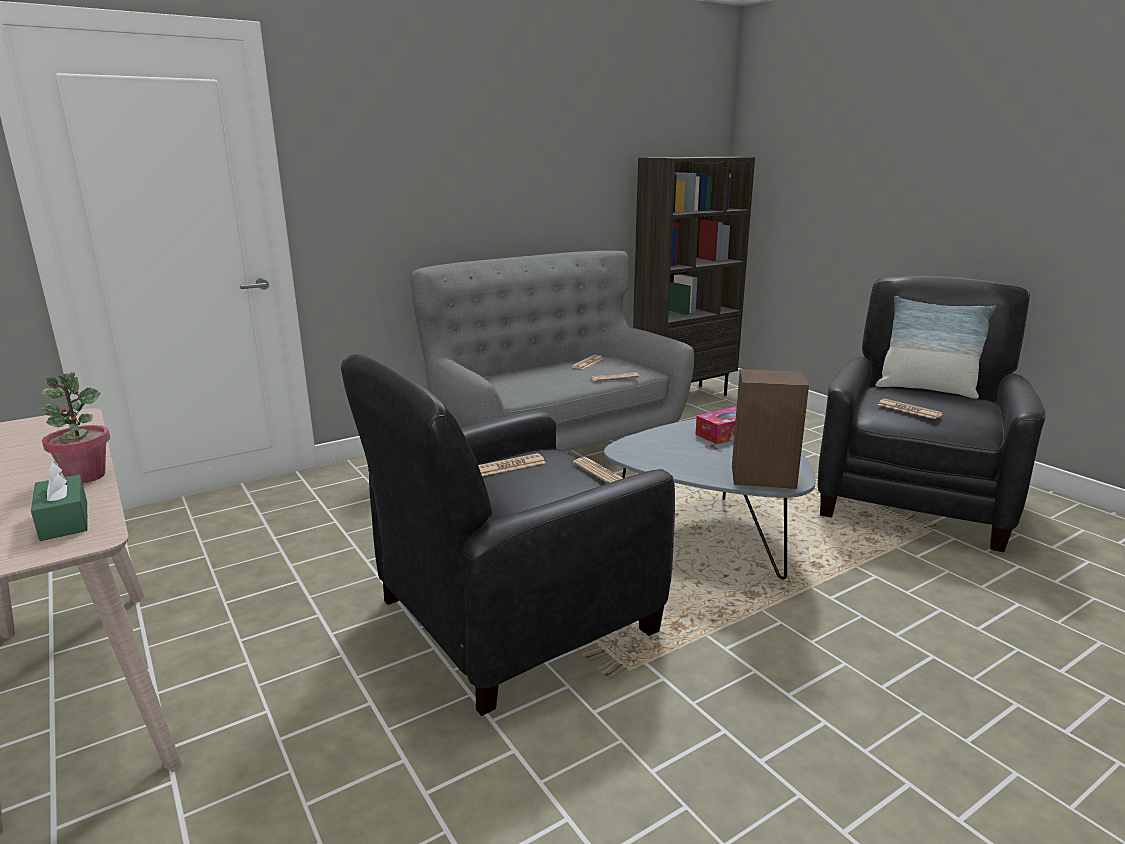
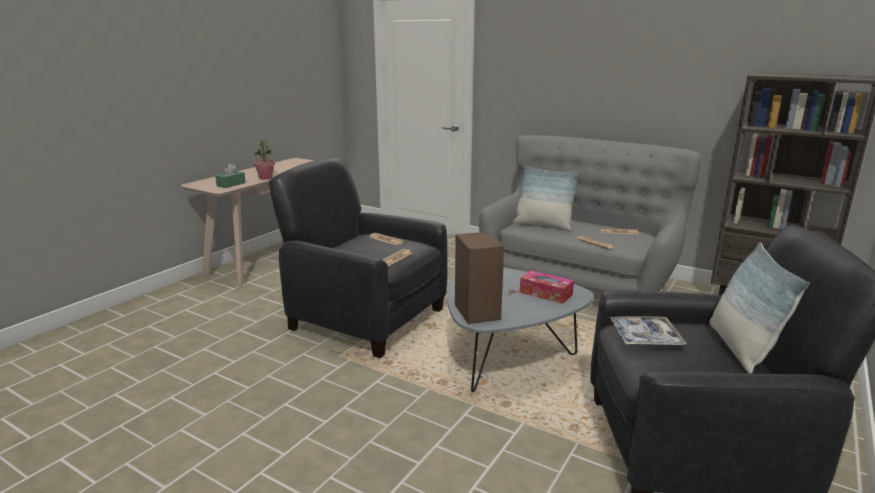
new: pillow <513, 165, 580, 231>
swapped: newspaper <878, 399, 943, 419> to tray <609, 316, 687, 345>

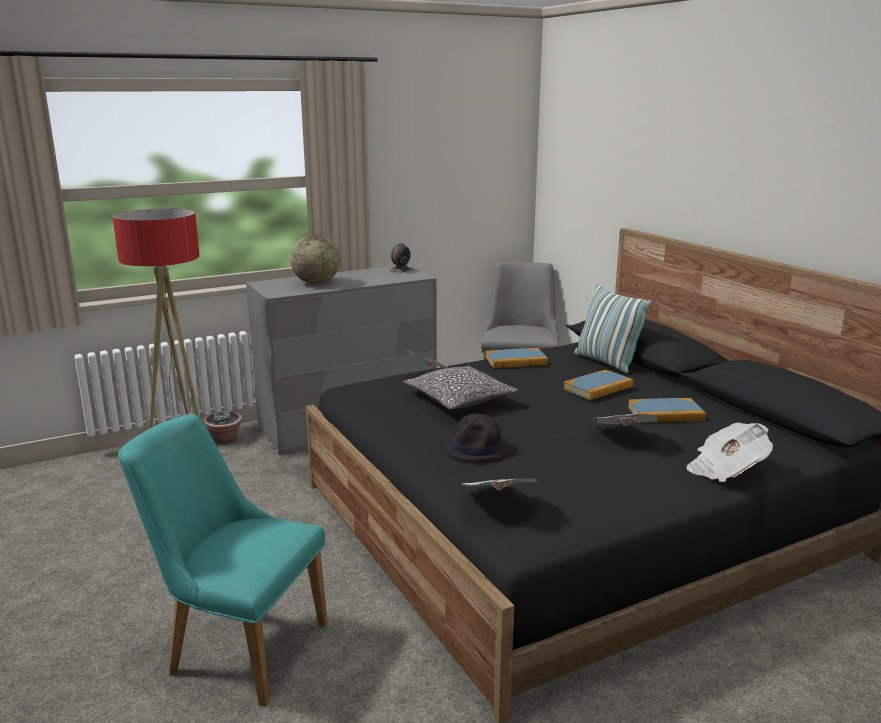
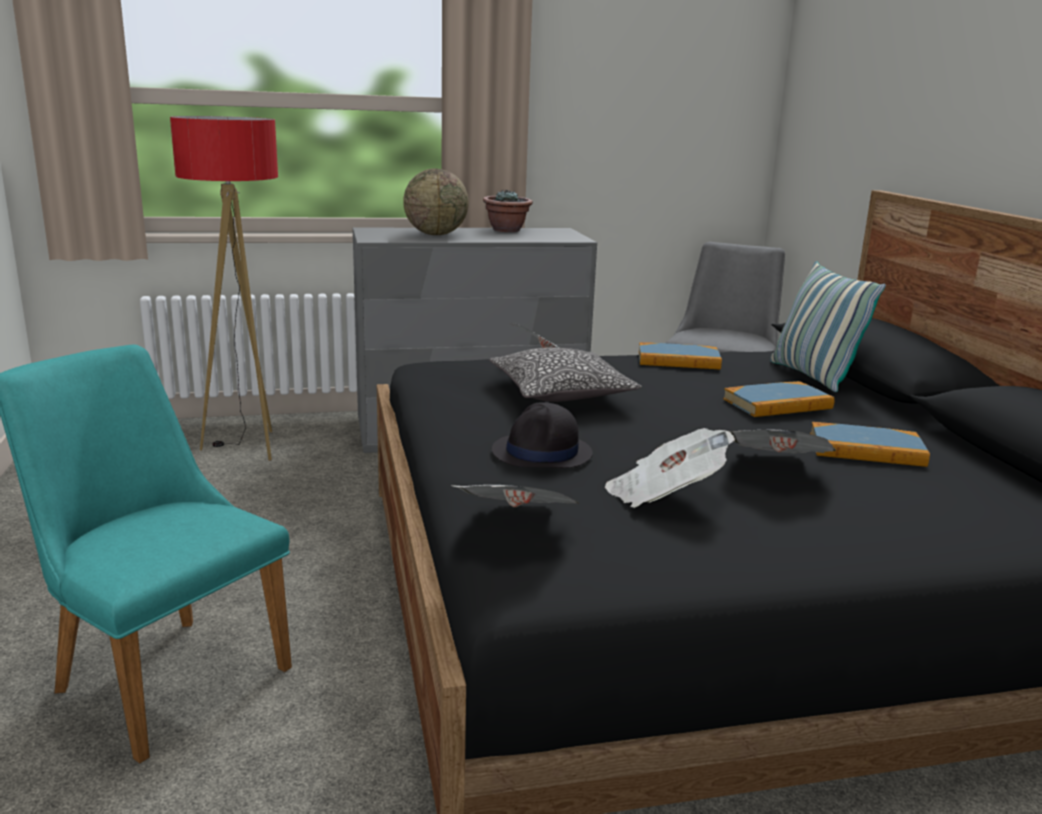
gone: alarm clock <390, 243, 412, 273>
shifted: potted plant <203, 410, 242, 444> to <483, 189, 533, 232>; newspaper <686, 422, 773, 482> to <605, 428, 735, 508>

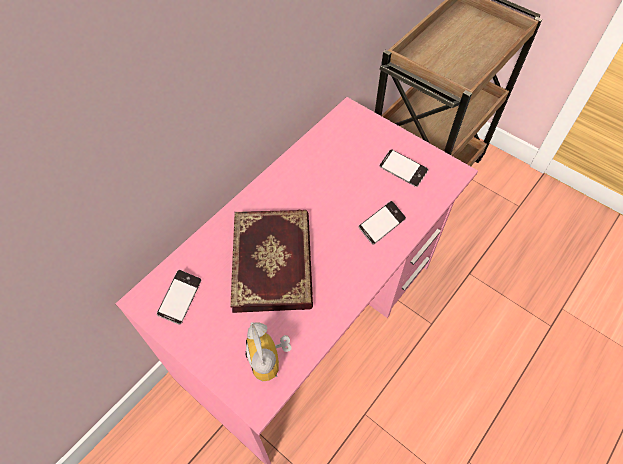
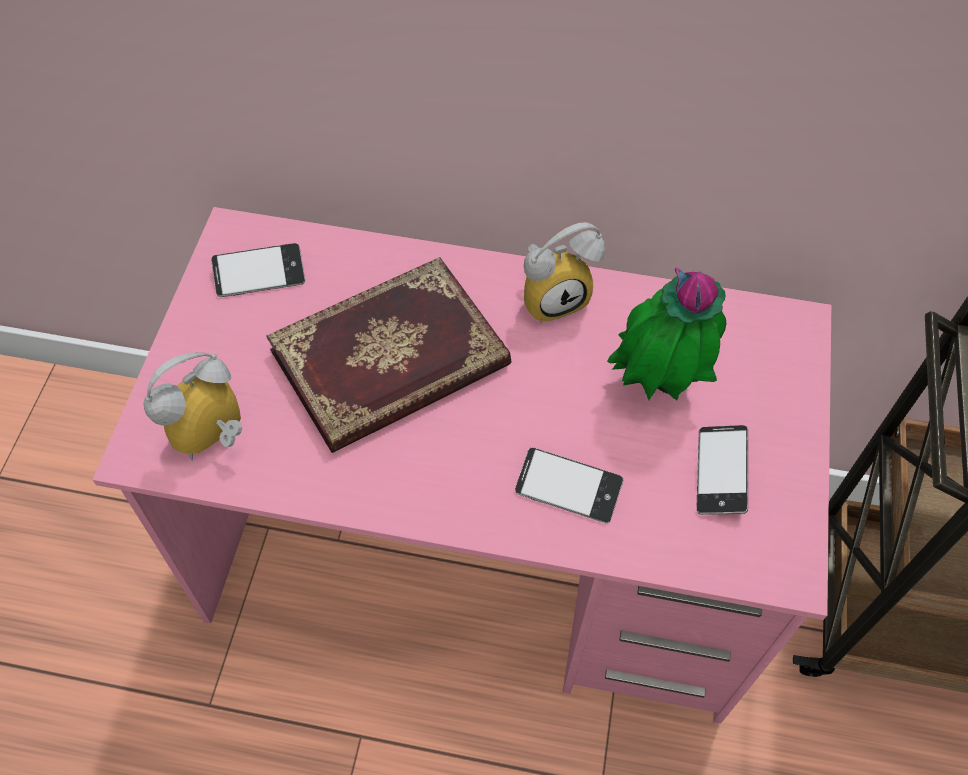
new: alarm clock <524, 222, 605, 323>; potted plant <607, 267, 726, 400>

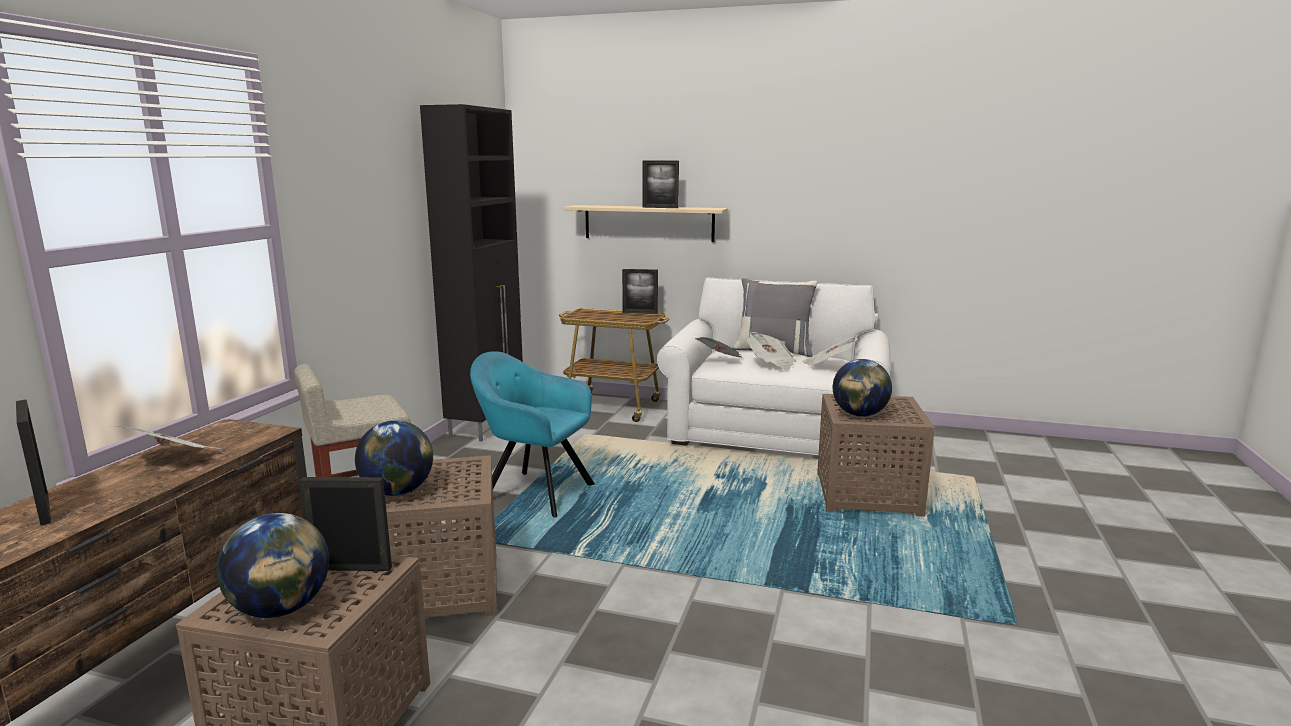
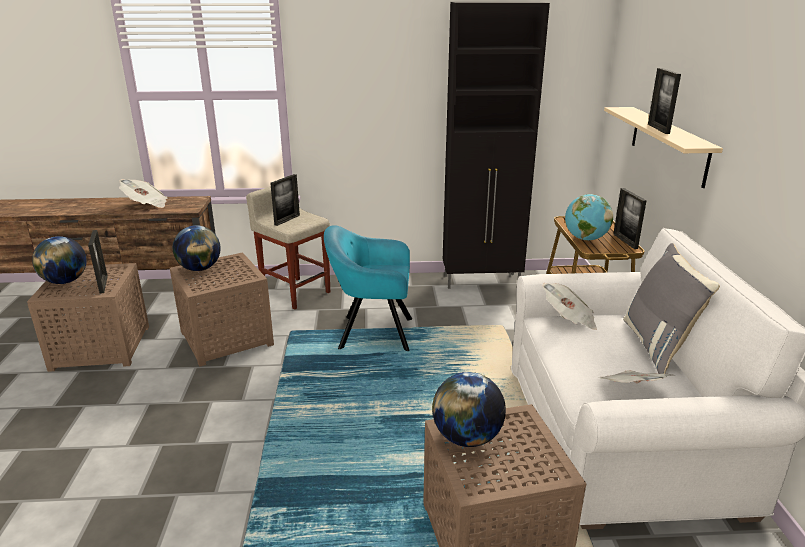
gone: newspaper <747, 332, 796, 370>
new: globe <565, 194, 613, 240>
shifted: picture frame <16, 399, 52, 525> to <270, 174, 300, 226>
rotated: armchair in turquoise <470, 351, 595, 518> = <324, 225, 412, 351> 90 degrees counterclockwise

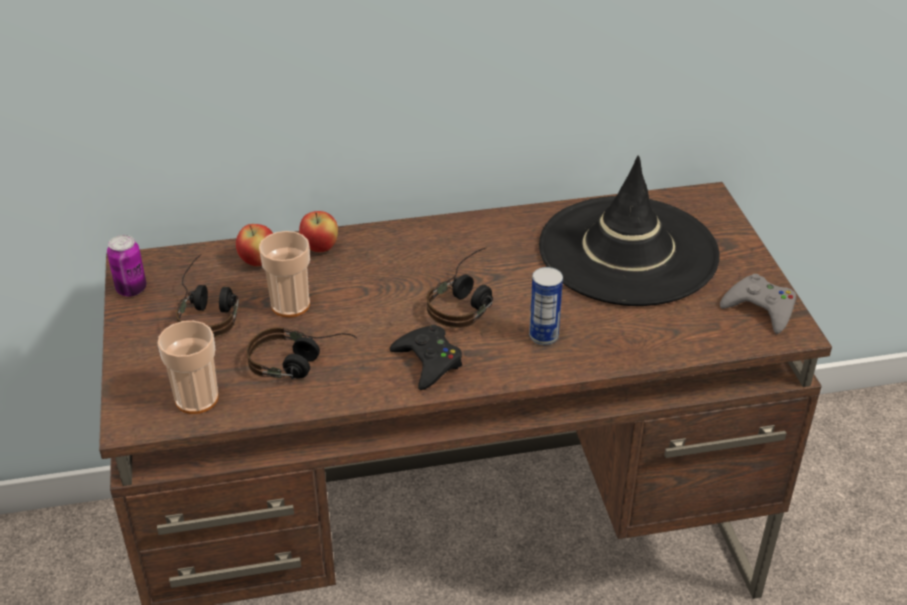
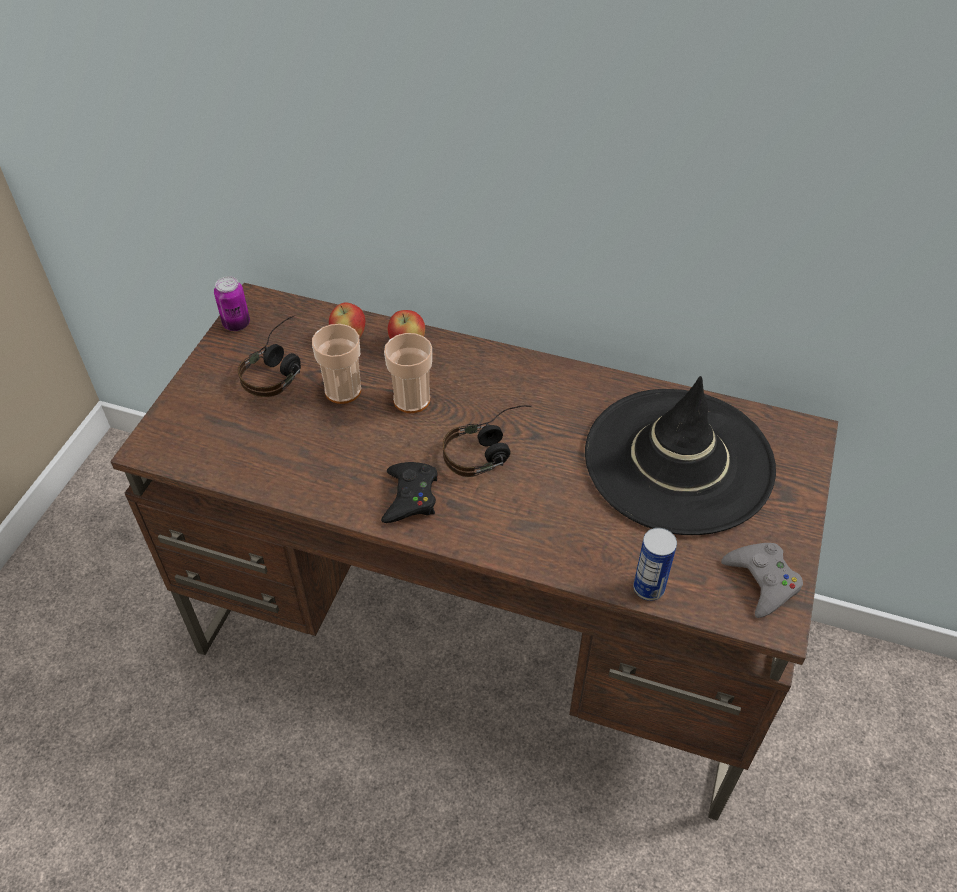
gone: headphones <247, 327, 357, 379>
shifted: can <529, 267, 563, 345> to <633, 528, 677, 601>; cup <157, 321, 219, 414> to <384, 333, 432, 413>

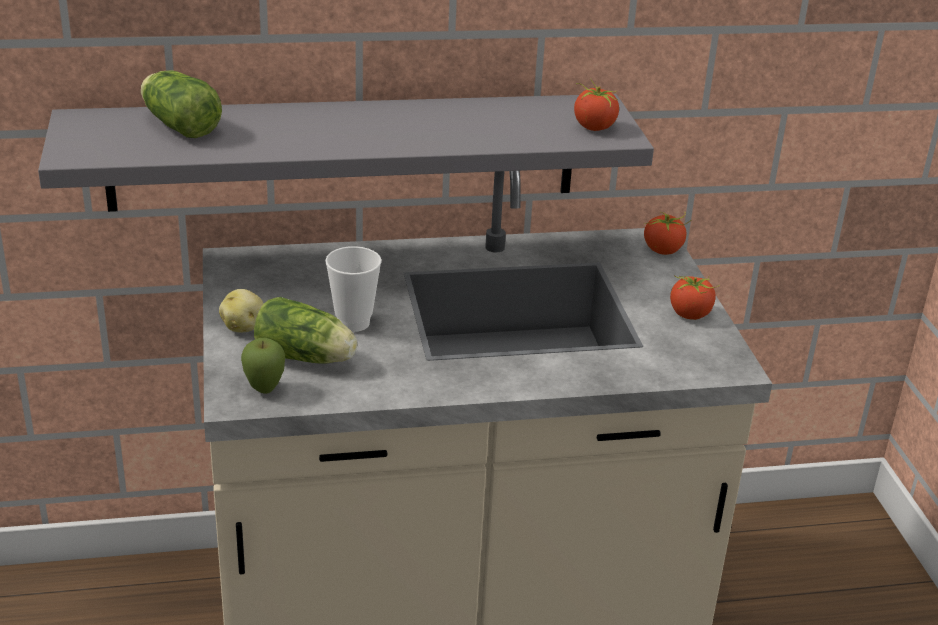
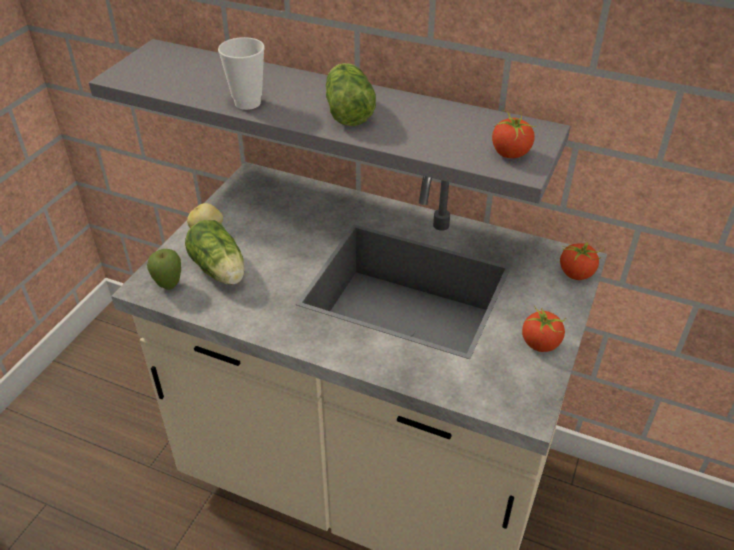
shifted: lettuce <141, 70, 222, 138> to <326, 63, 376, 126>; cup <325, 246, 382, 332> to <218, 37, 265, 110>

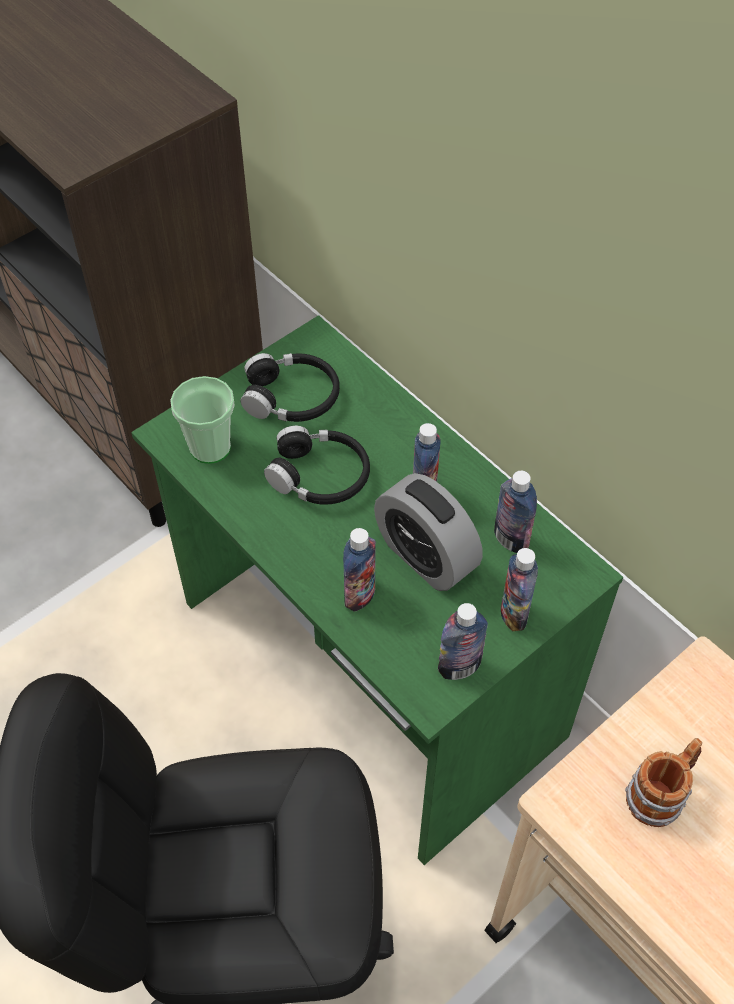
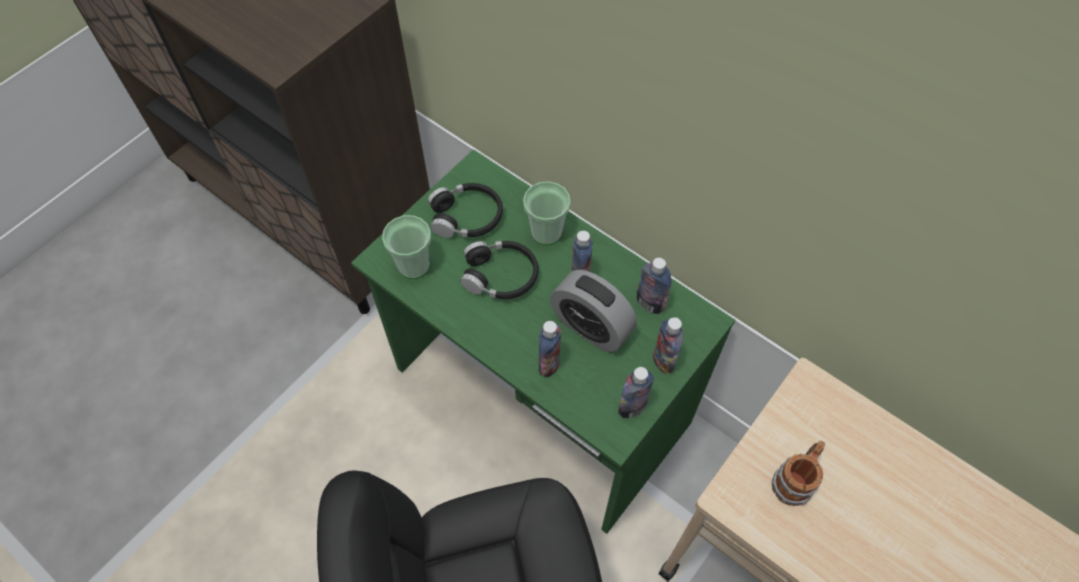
new: cup <523, 181, 571, 245>

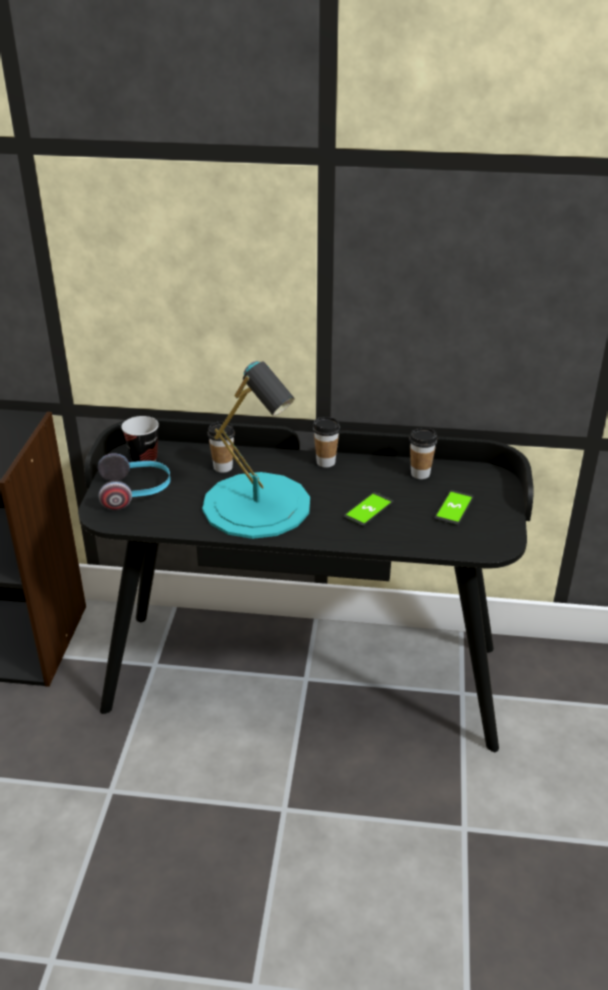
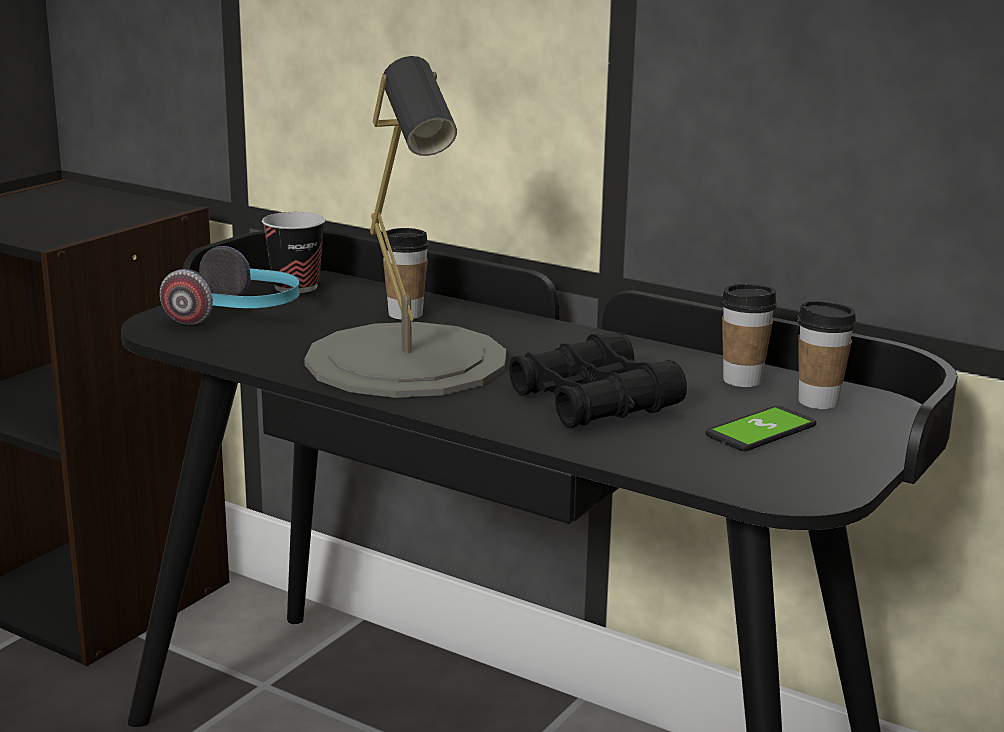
shifted: cup <313, 417, 340, 467> to <798, 301, 857, 409>
swapped: phone <343, 492, 394, 527> to binoculars in black <509, 332, 687, 428>
repainted: table lamp in turquoise <202, 361, 310, 539> to table lamp in grey <304, 56, 506, 398>

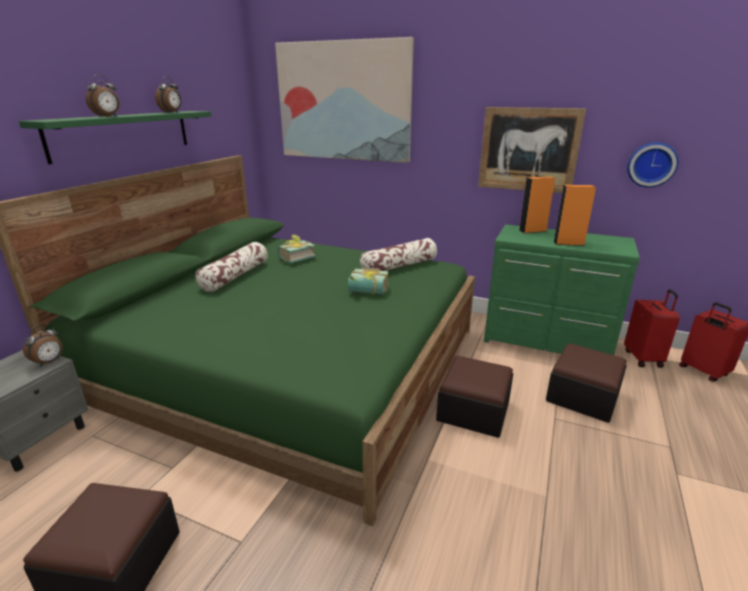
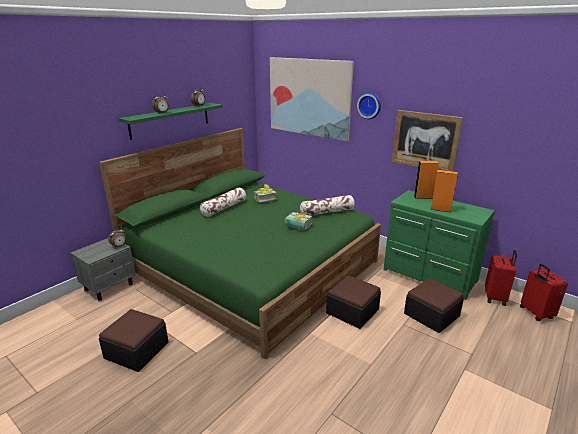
shifted: wall clock <627, 142, 678, 188> to <357, 92, 381, 119>

